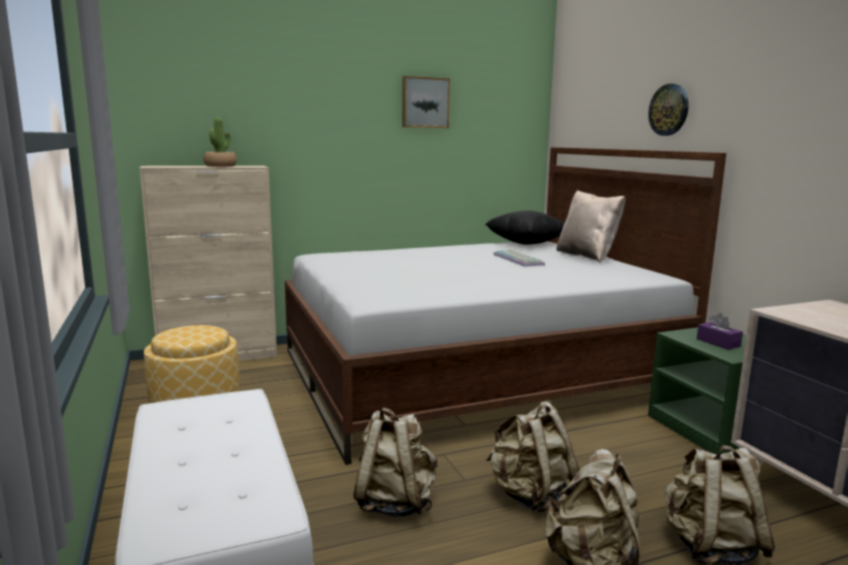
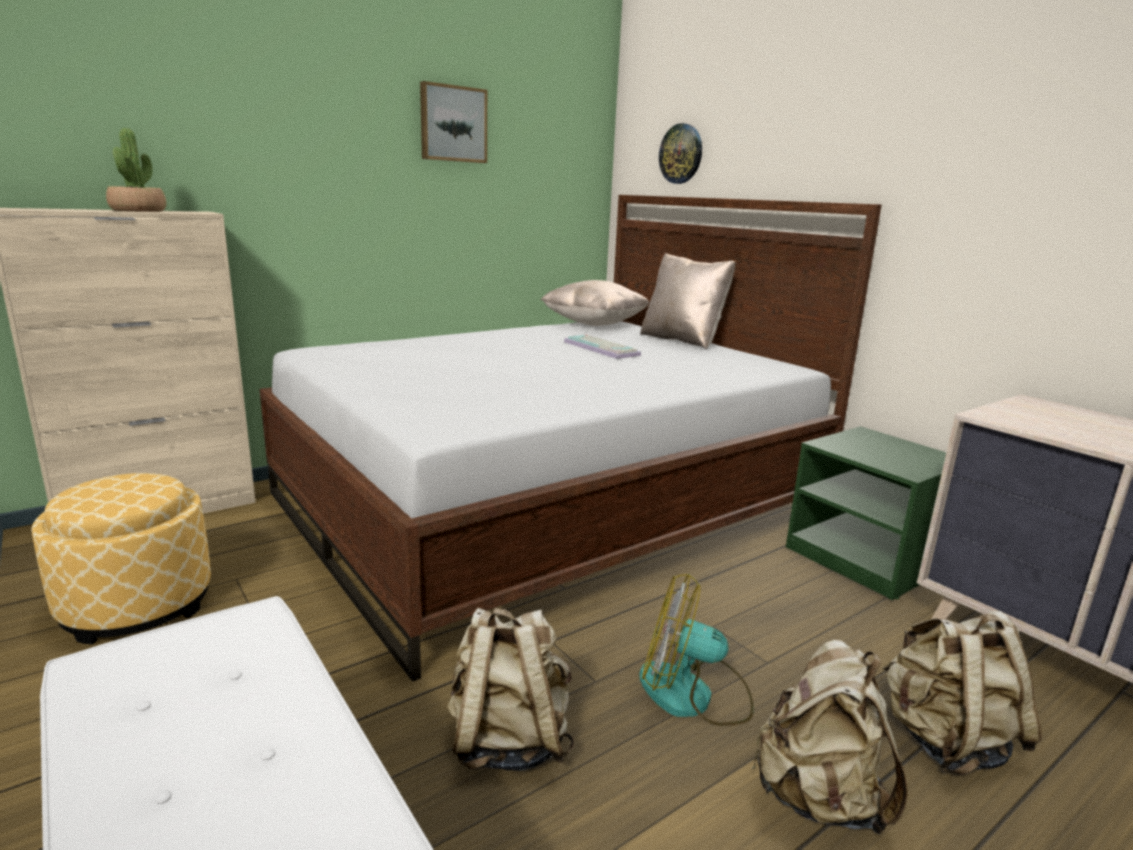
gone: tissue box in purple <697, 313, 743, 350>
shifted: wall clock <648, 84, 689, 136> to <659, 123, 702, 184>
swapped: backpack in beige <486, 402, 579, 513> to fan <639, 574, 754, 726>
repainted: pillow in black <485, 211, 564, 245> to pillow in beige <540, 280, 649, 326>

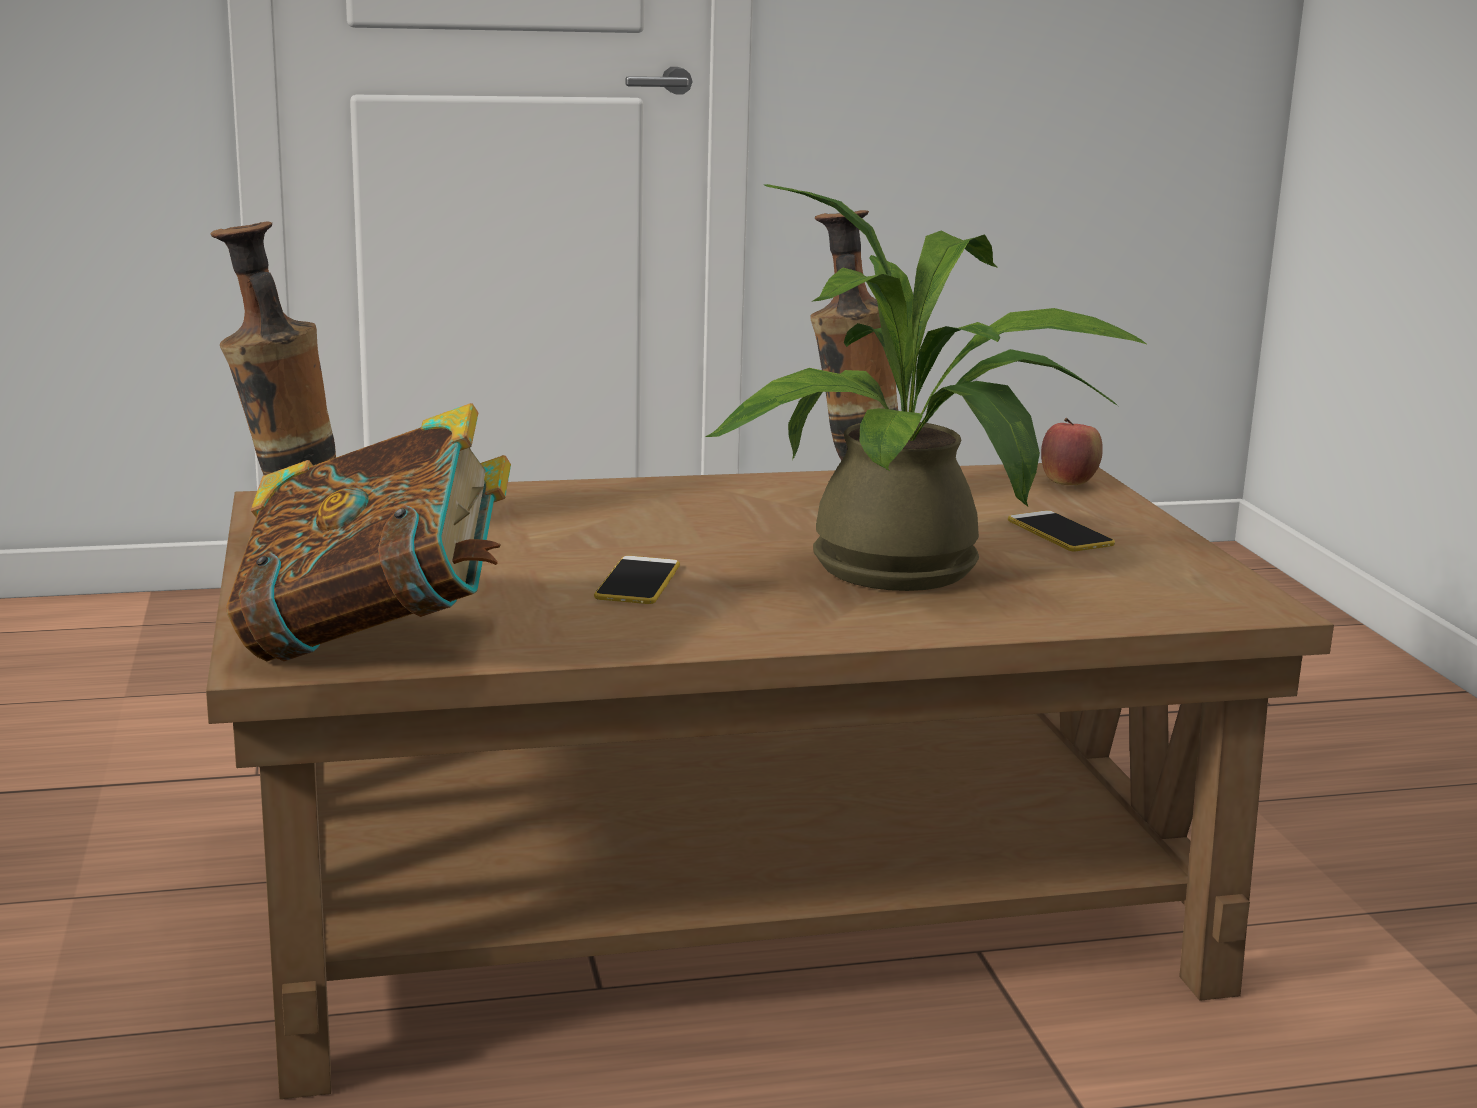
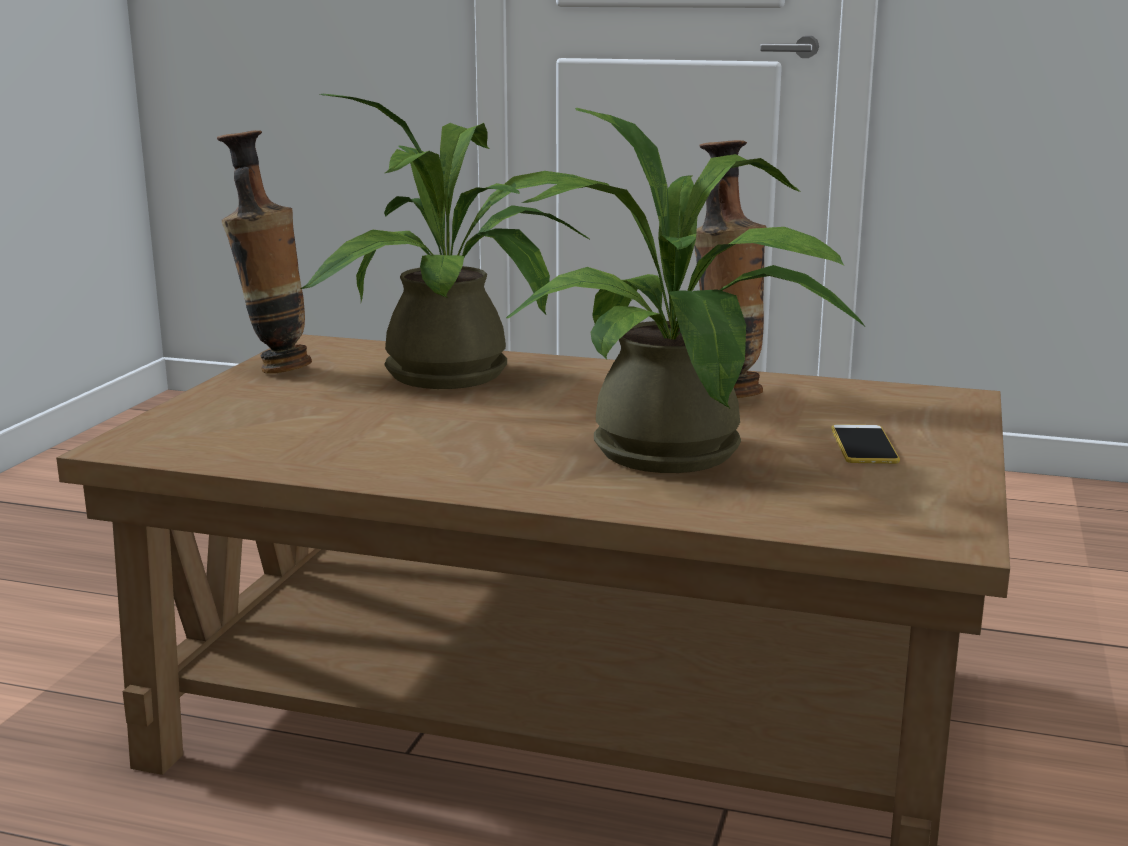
gone: book <227, 403, 511, 662>; apple <1041, 418, 1103, 485>; phone <594, 556, 680, 604>
new: potted plant <300, 94, 591, 389>

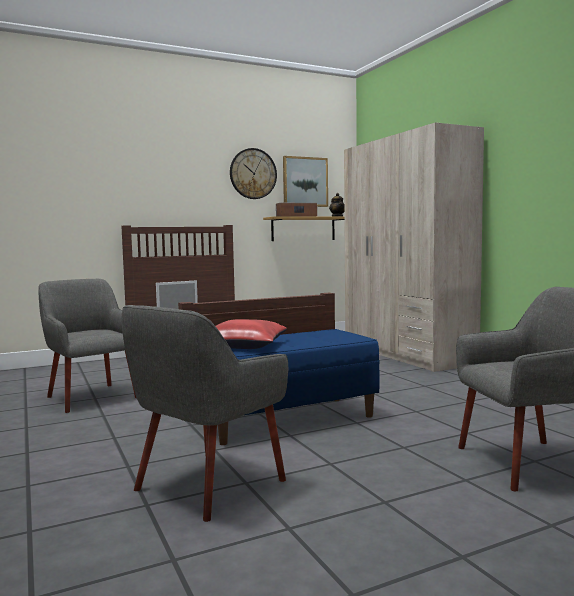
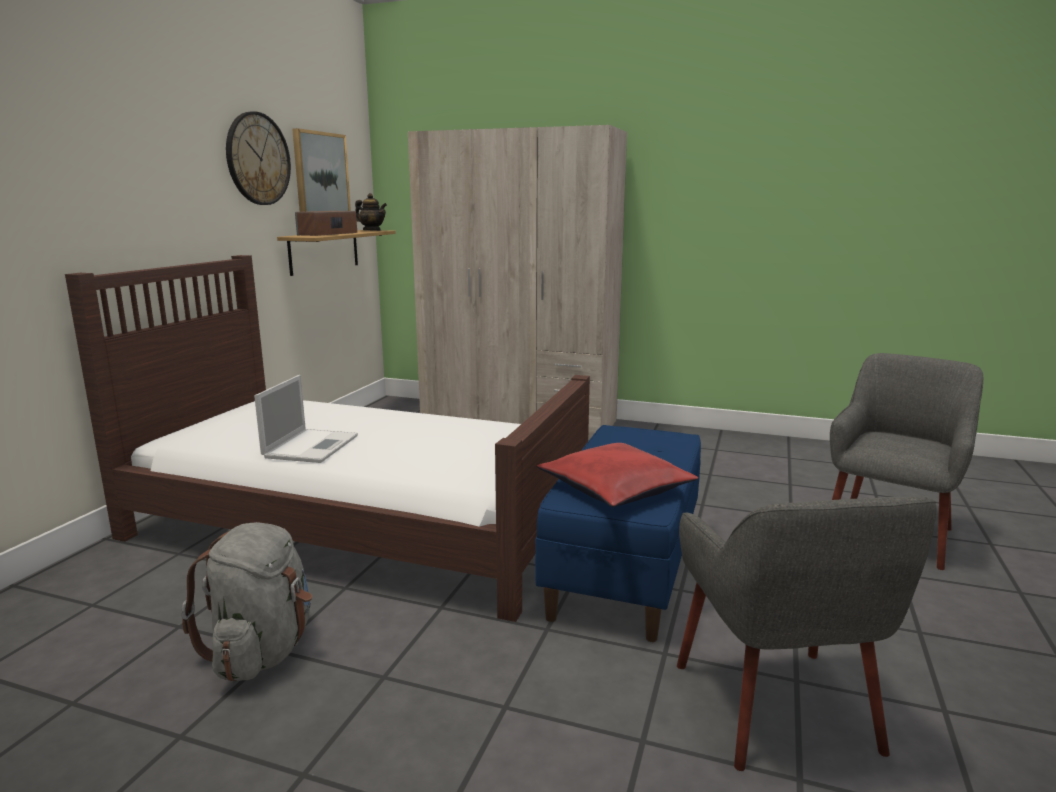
swapped: armchair in grey <38, 279, 136, 413> to backpack in grey <181, 522, 312, 682>

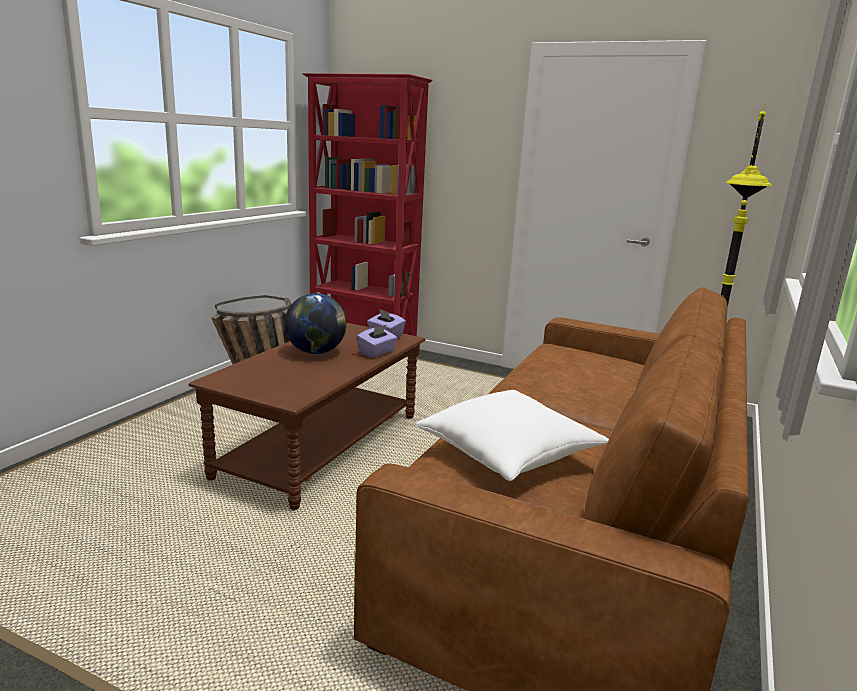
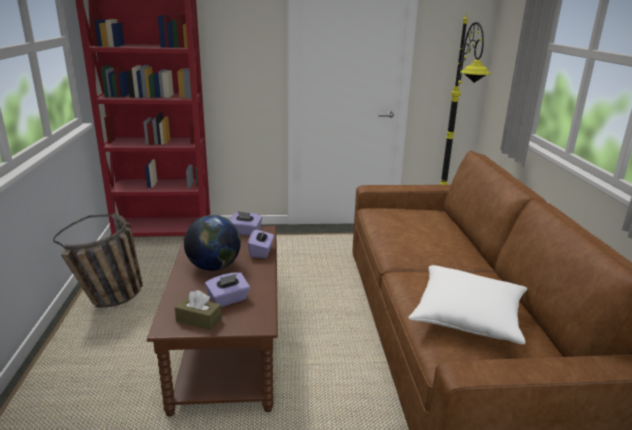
new: tissue box in purple <205, 272, 250, 307>; tissue box in brown <175, 290, 222, 330>

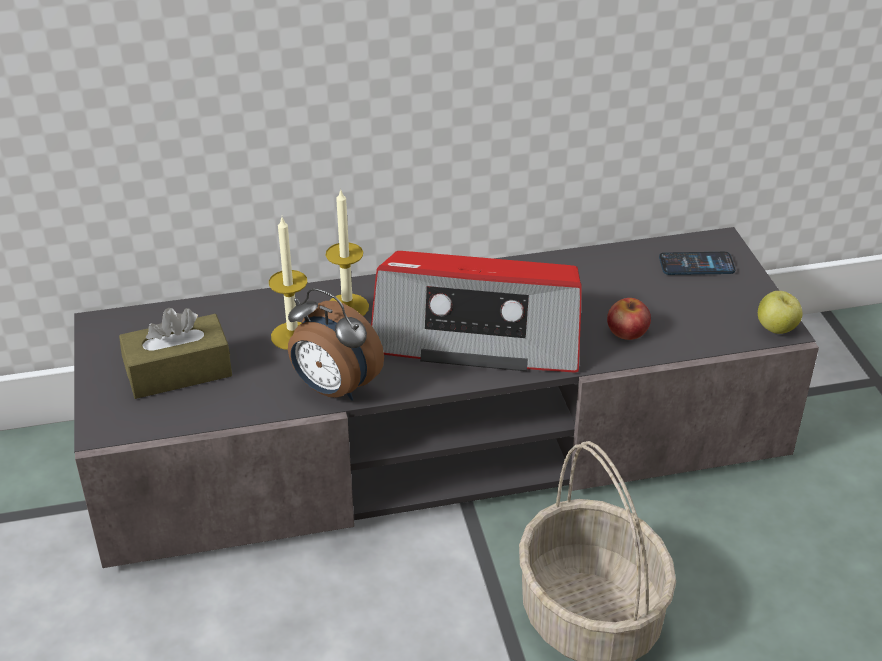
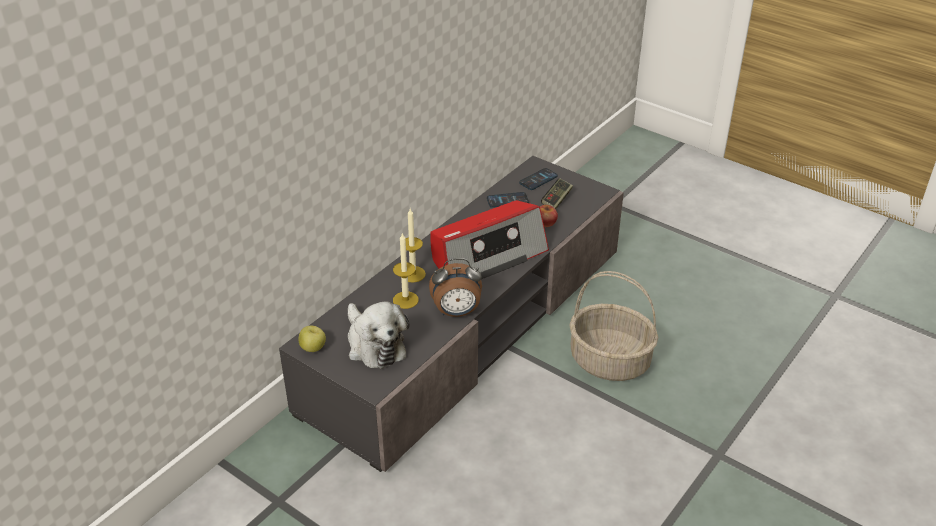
new: game controller <541, 178, 573, 209>; phone <487, 192, 529, 208>
shifted: apple <758, 291, 803, 334> to <298, 326, 326, 352>
swapped: tissue box in brown <119, 308, 232, 399> to plush toy <348, 302, 409, 369>

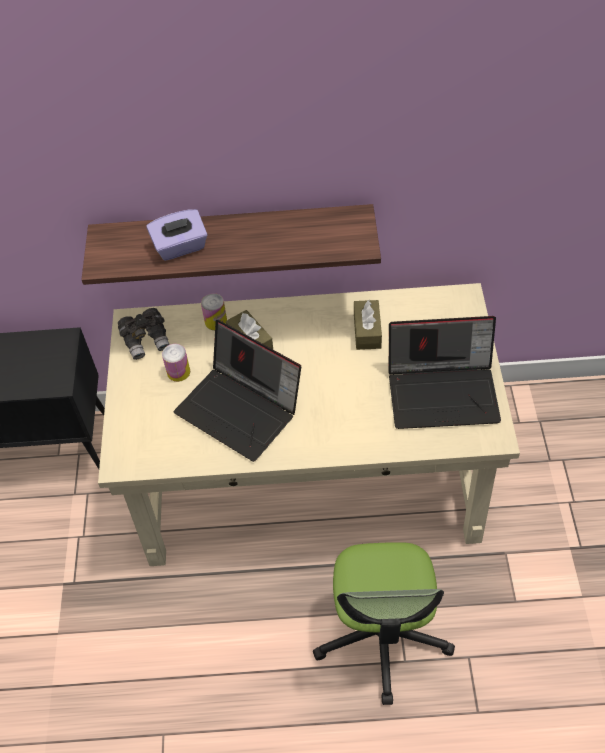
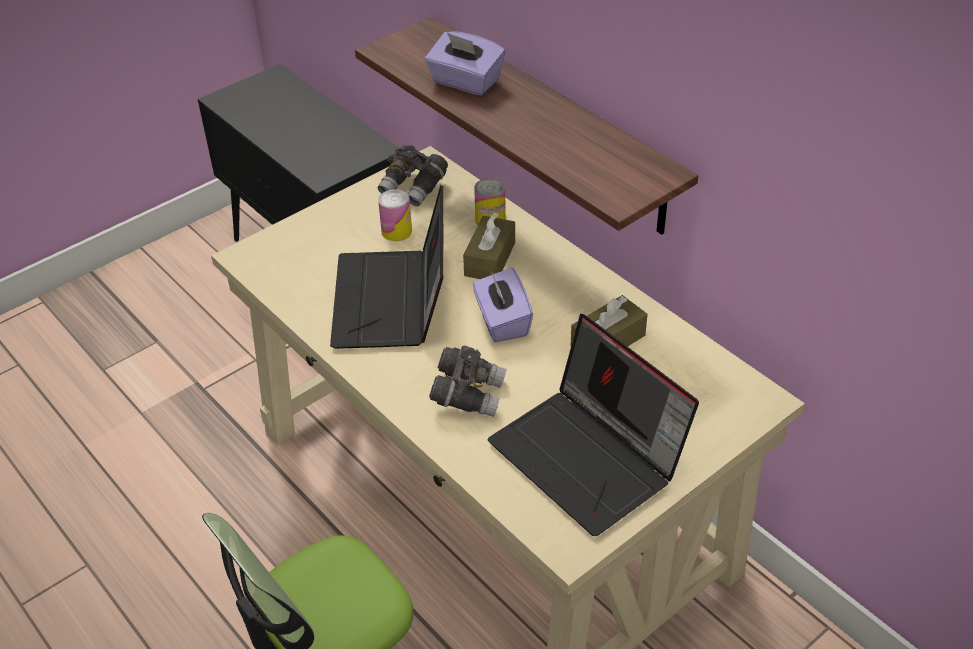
new: tissue box in purple <473, 268, 533, 342>; binoculars in grey <429, 346, 507, 417>

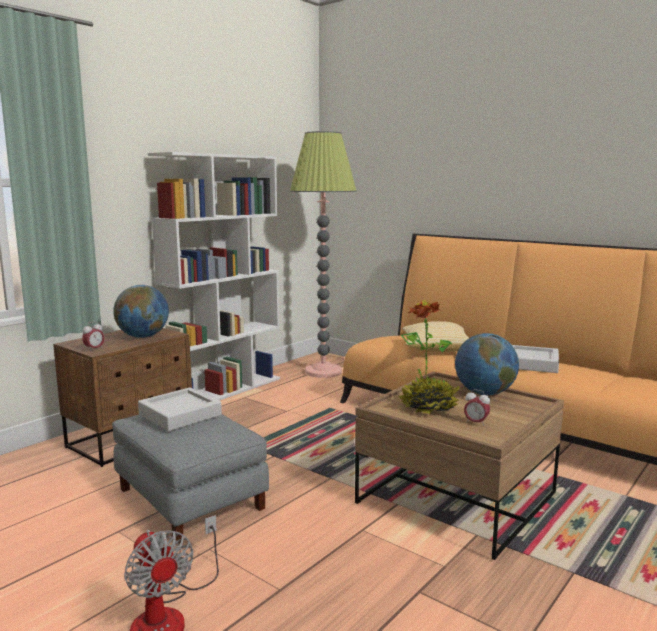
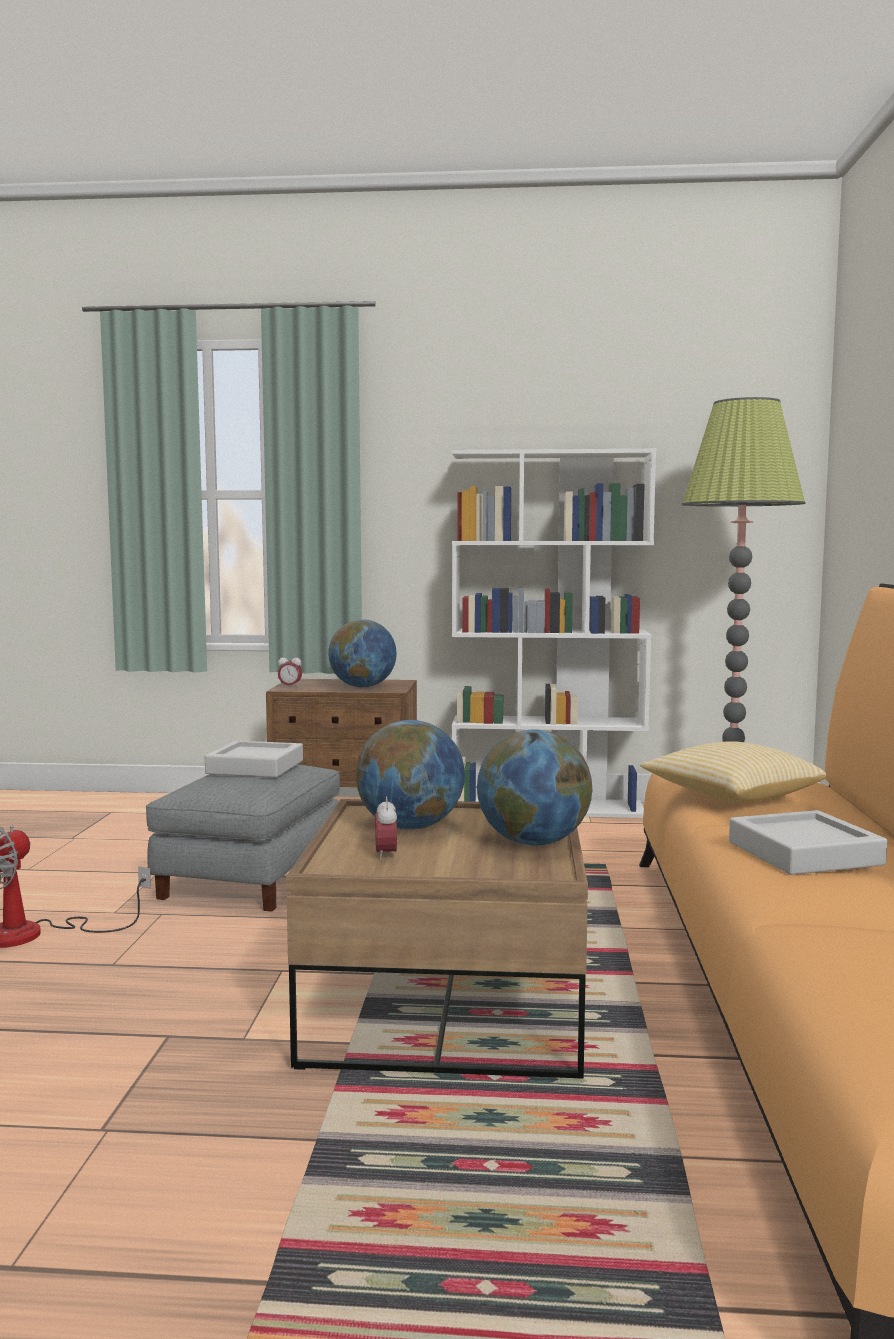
swapped: potted plant <398, 300, 460, 415> to globe <356, 720, 465, 830>

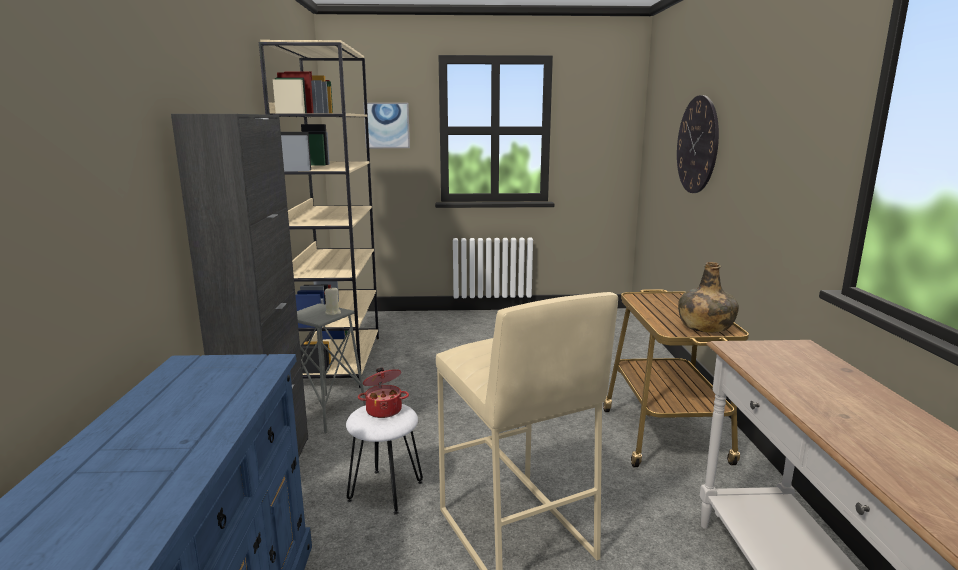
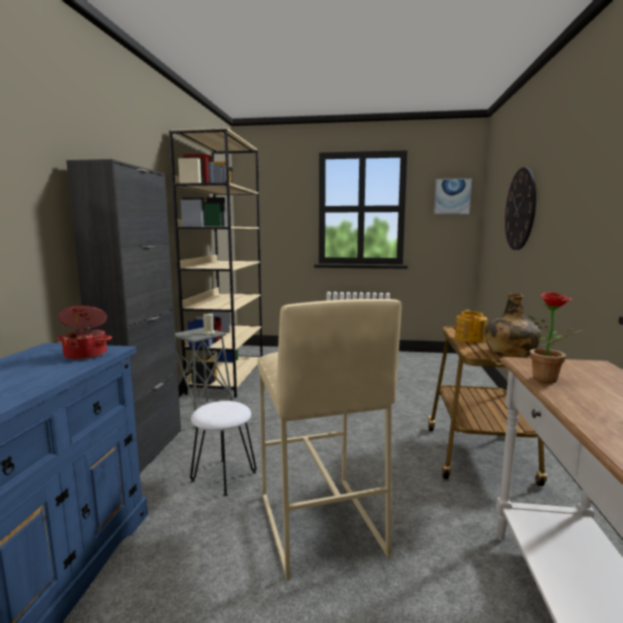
new: potted plant <529, 292, 583, 383>; teapot <455, 309, 487, 342>
shifted: picture <364, 103, 410, 148> to <434, 178, 472, 215>; cooking pot <358, 368, 409, 418> to <56, 306, 112, 360>

